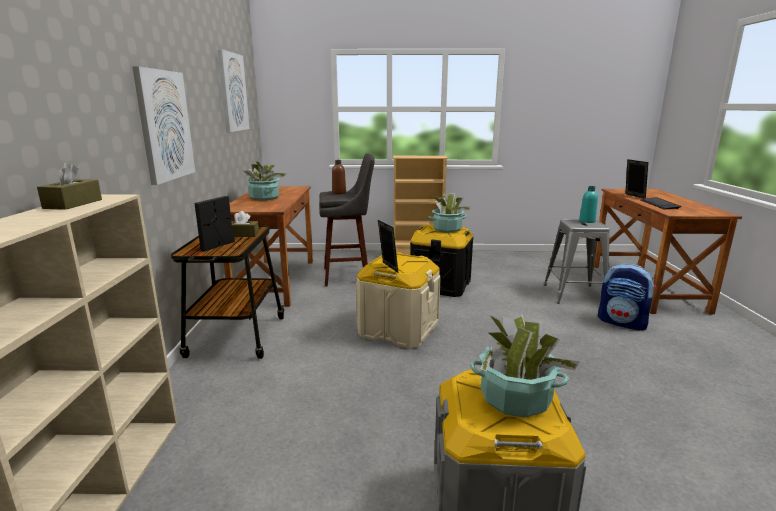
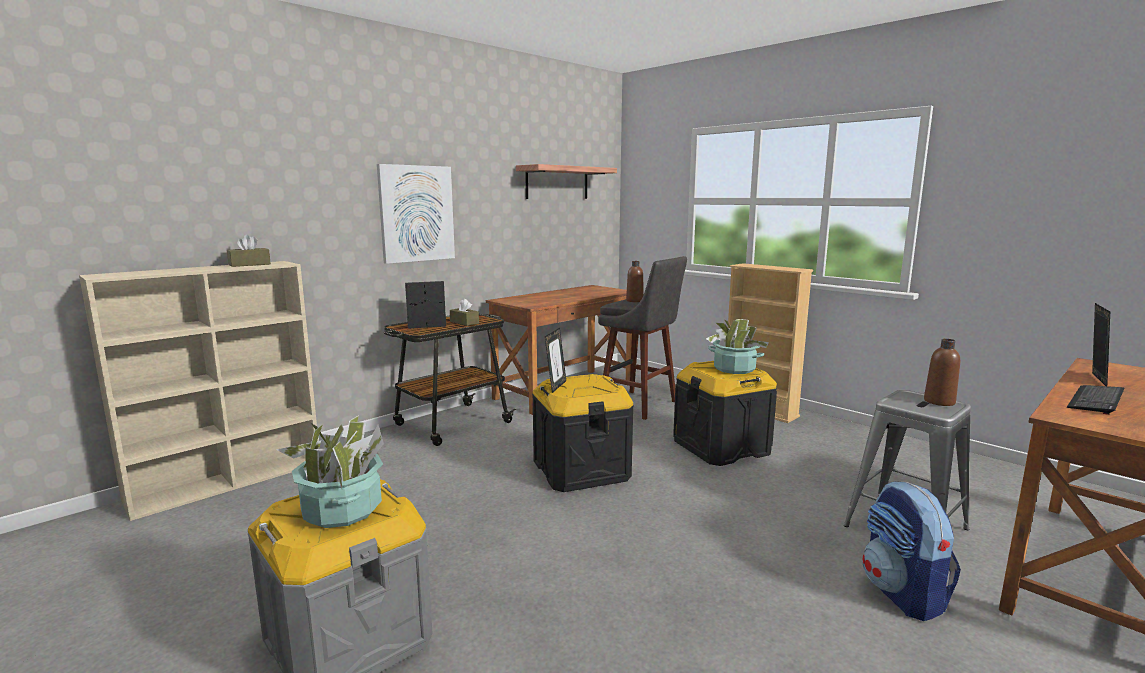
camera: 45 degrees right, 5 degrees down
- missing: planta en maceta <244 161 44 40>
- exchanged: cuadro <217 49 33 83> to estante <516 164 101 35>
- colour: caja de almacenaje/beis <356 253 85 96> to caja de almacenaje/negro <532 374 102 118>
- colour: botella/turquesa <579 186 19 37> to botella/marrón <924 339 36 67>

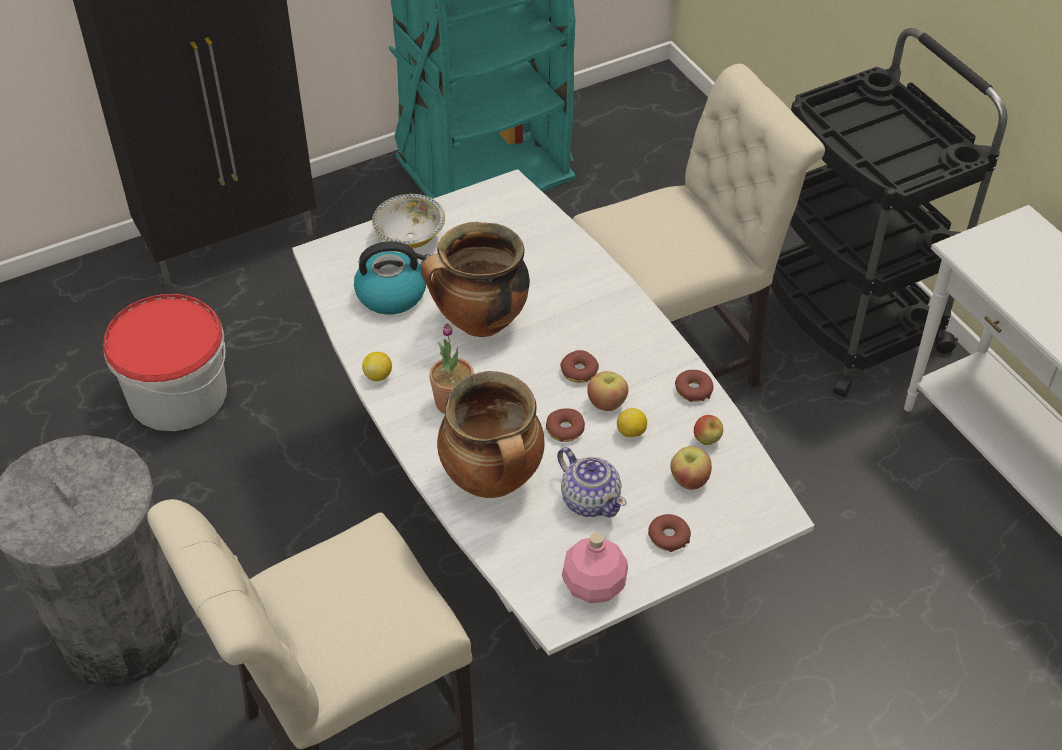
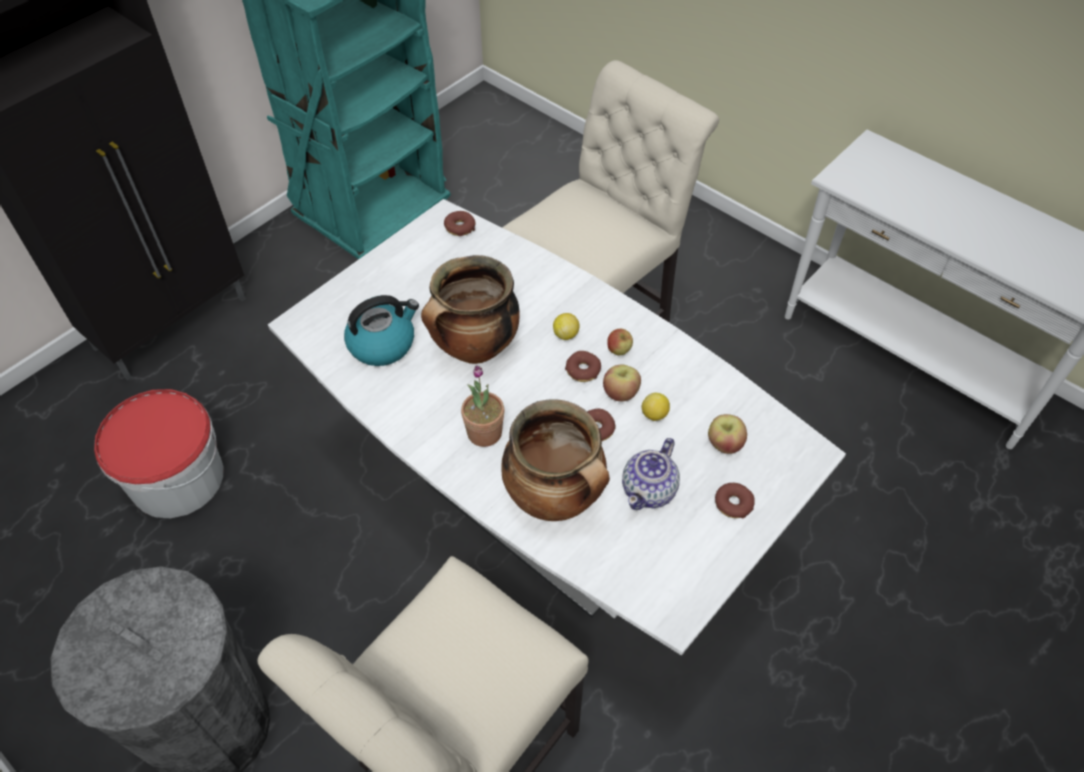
camera: 20 degrees left, 5 degrees up
- missing: cuenco <372 194 73 55>
- missing: botella/rosa <562 532 66 71>
- missing: carrito/negro <749 28 258 369>
- relocated: limón <362 352 30 29> to <553 313 26 27>
- relocated: rosquilla <675 370 38 32> to <444 211 31 25>
- relocated: manzana <694 415 29 30> to <607 329 26 27>
- spun: tetera <557 447 69 70> = <622 438 58 72> 90 degrees clockwise

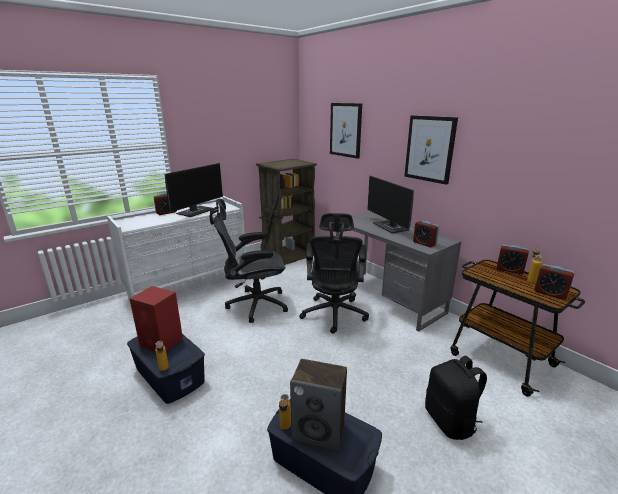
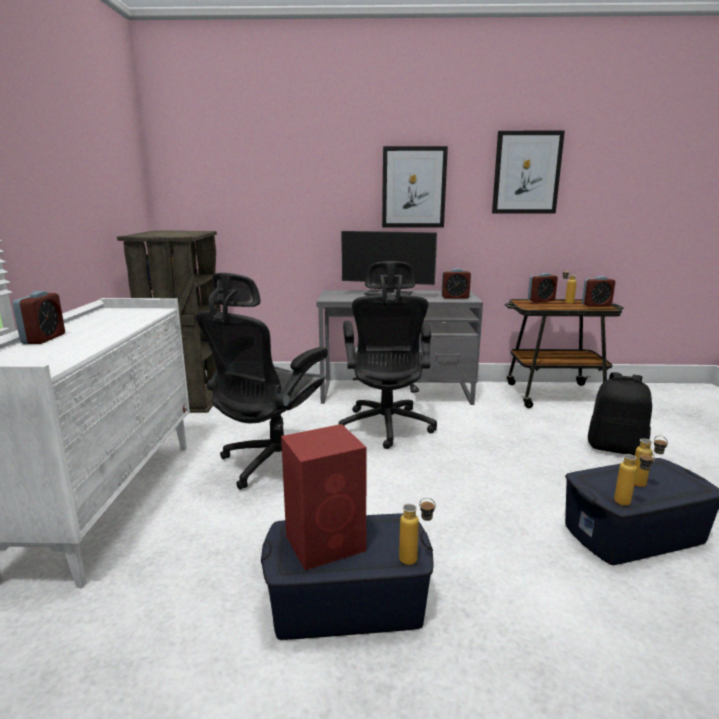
camera: 50 degrees left, 5 degrees down
- missing: monitor <165 163 58 54>
- relocated: cuadro <330 103 32 56> to <492 130 73 84>
- exchanged: altavoz <290 359 57 92> to botella <634 435 34 52>
- spun: silla de oficina <299 213 70 121> = <339 261 98 188> 45 degrees clockwise

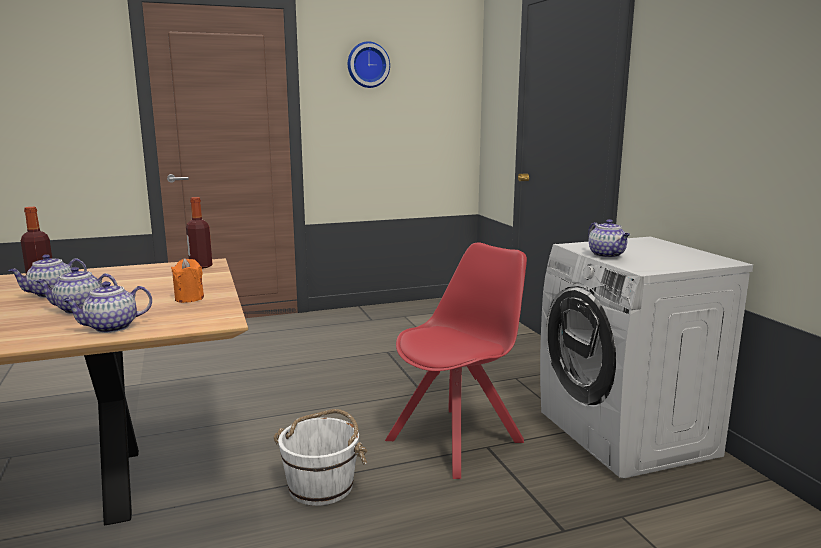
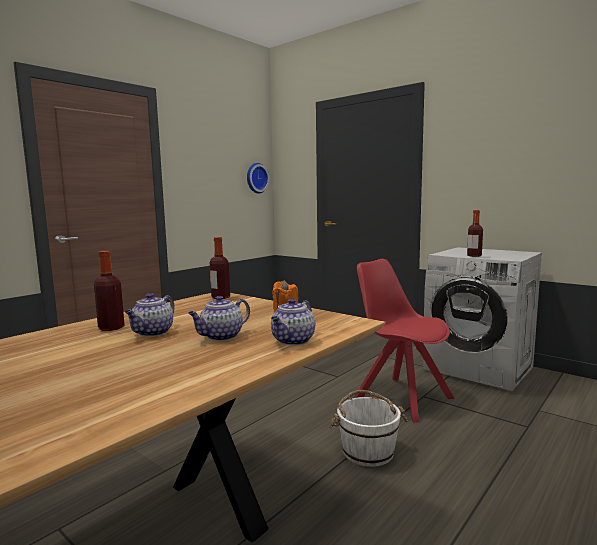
camera: 30 degrees left, 5 degrees down
- relocated: reloj de pared <348 41 42 47> to <247 163 23 30>
- exchanged: tetera <588 219 42 39> to botella <467 210 16 47>
- spun: silla/rojo <385 242 142 237> = <354 259 101 164> 60 degrees counterclockwise

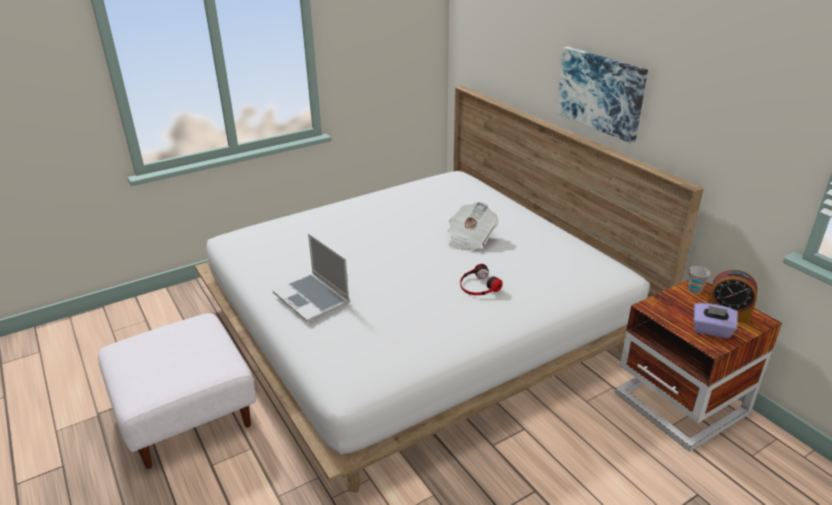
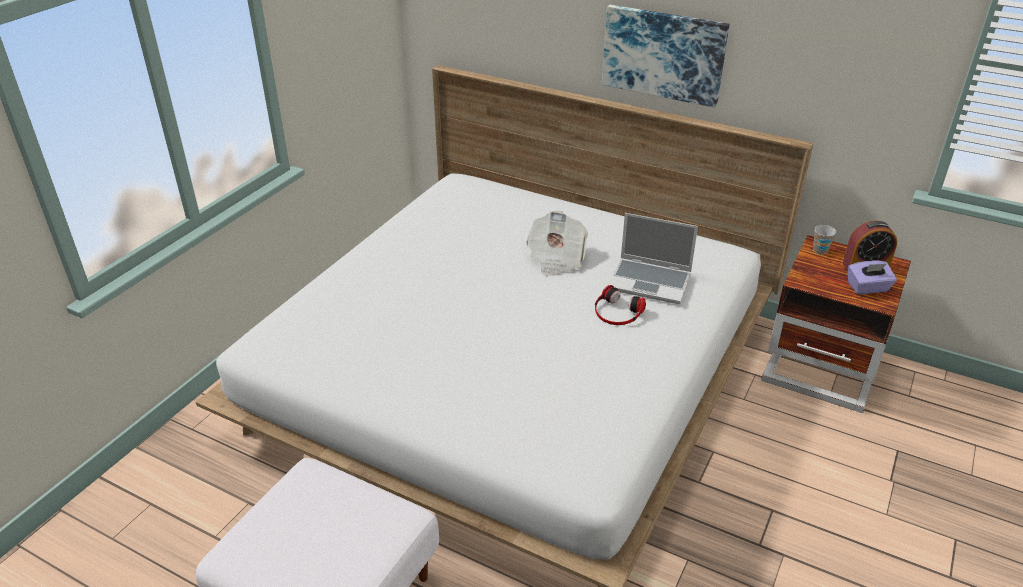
camera: 30 degrees left, 5 degrees up
- relocated: portátil <272 233 78 89> to <608 213 90 91>

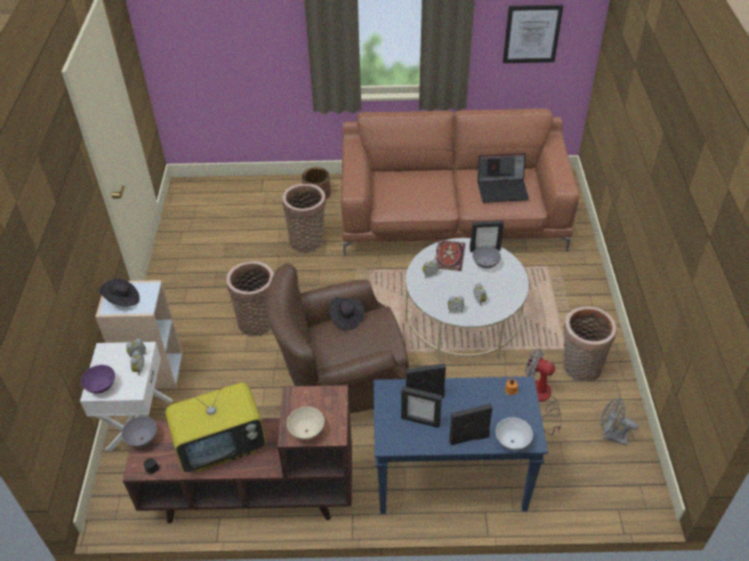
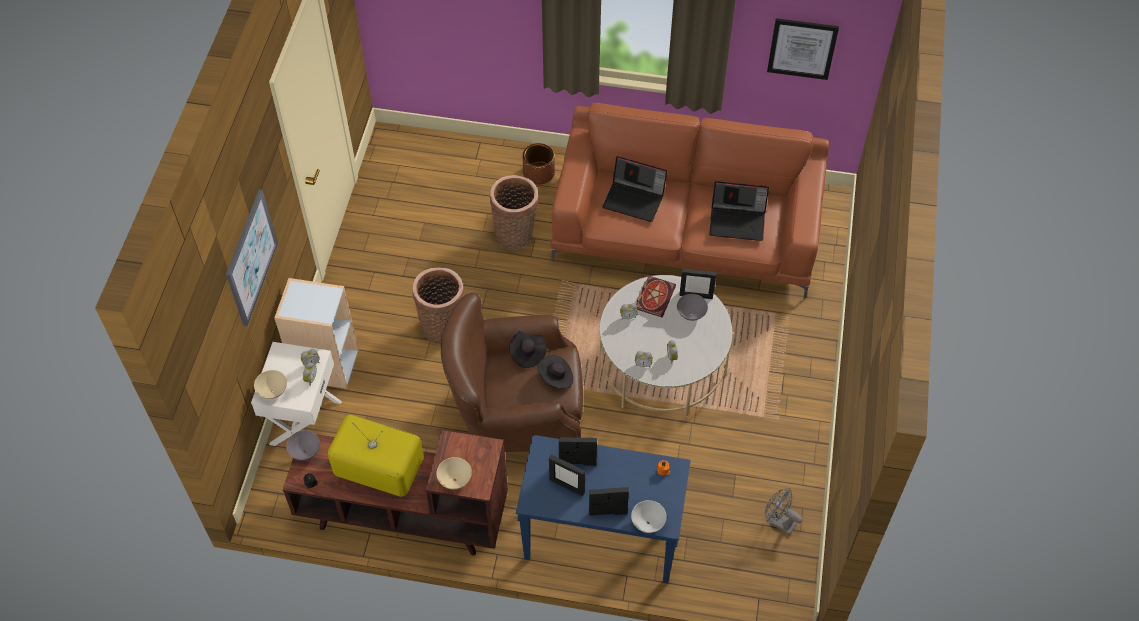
camera: 10 degrees right, 10 degrees up
- missing: ventilador <525 348 37 87>
- missing: cesta <563 306 54 76>
- appeared: cuadro <226 189 52 138>
- appeared: portátil <602 156 65 66>
- relocated: sombrero/negro <100 278 40 29> to <537 355 36 34>
- colour: cuenco/morado <81 365 34 29> to cuenco/beis <254 370 33 29>
- spun: televisor <165 382 101 90> = <328 414 96 83> 150 degrees counterclockwise

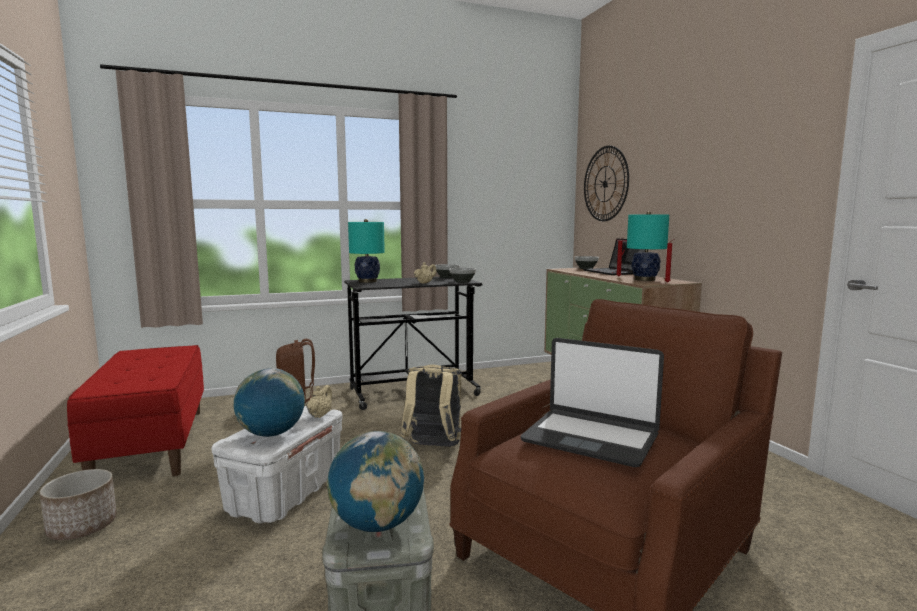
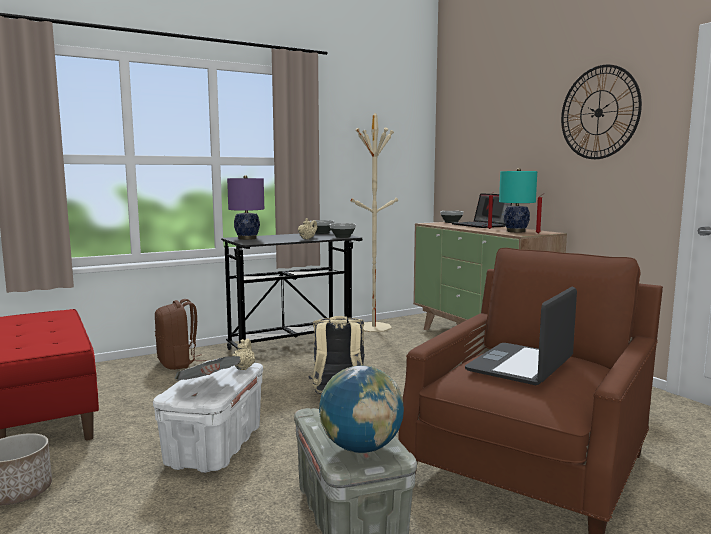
camera: 10 degrees left, 0 degrees up
- appeared: perchero/beis <351 113 47 219>
- relocated: reloj de pared <584 146 45 75> to <561 65 81 94>
- exchanged: globo terráqueo <234 368 71 69> to periódico <175 356 65 25>
- colour: lámpara de mesa/turquesa <348 219 37 64> to lámpara de mesa/morado <227 175 37 65>
- spun: portátil <520 338 144 129> = <465 286 112 99> 105 degrees clockwise

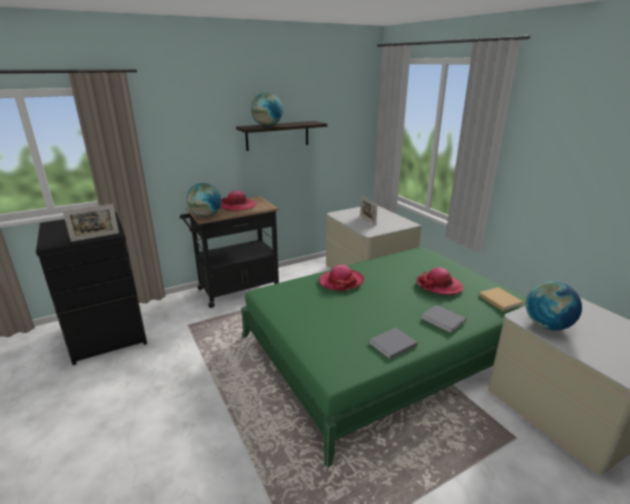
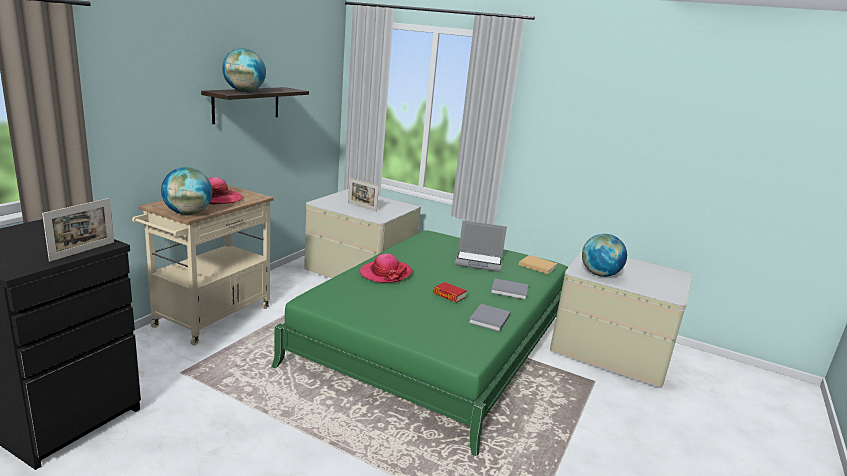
camera: 35 degrees left, 5 degrees down
- appeared: libro <433 282 34 21>
- exchanged: sombrero <416 268 47 27> to portátil <455 220 52 52>
- colour: carrito/negro <180 196 99 112> to carrito/beis <132 185 142 161>

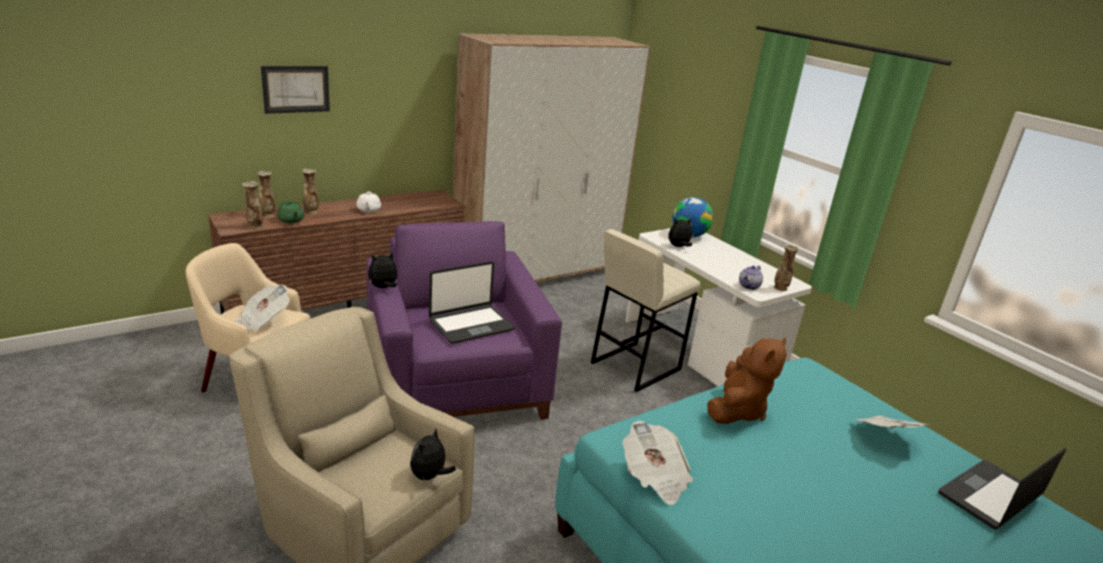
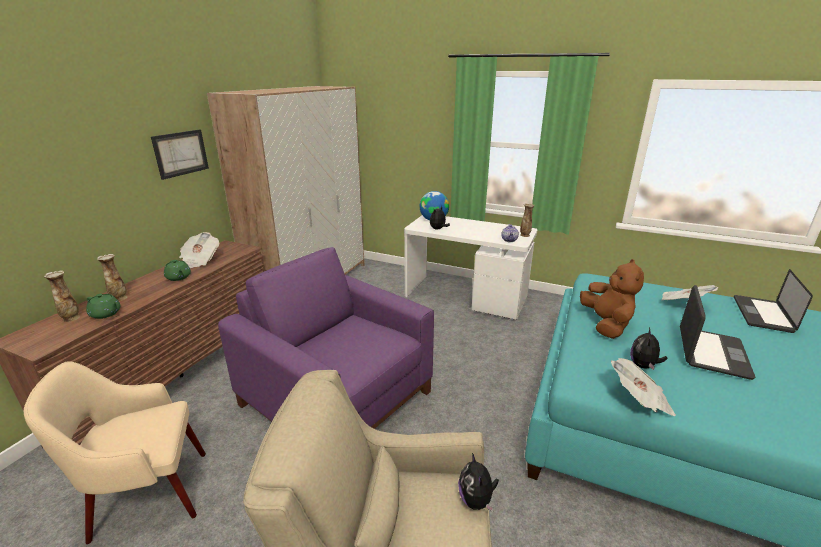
camera: 30 degrees left, 0 degrees up
- missing: florero <242 181 21 49>
- missing: taburete/beis <591 229 109 163>
- relocated: periódico <234 285 56 46> to <179 232 40 36>
- relocated: cuadro <261 66 69 48> to <151 129 58 51>
- relocated: peluche <368 252 29 36> to <630 327 37 43>
- relocated: portátil <429 261 86 83> to <680 285 75 95>
- colour: tetera/blanco <356 192 25 21> to tetera/verde <164 260 27 21>

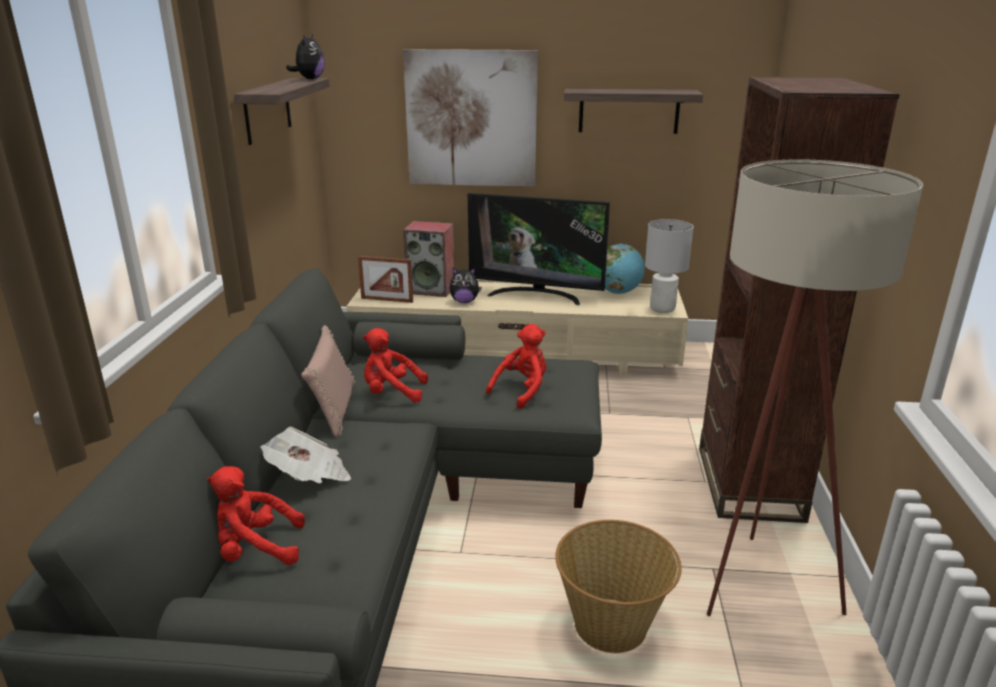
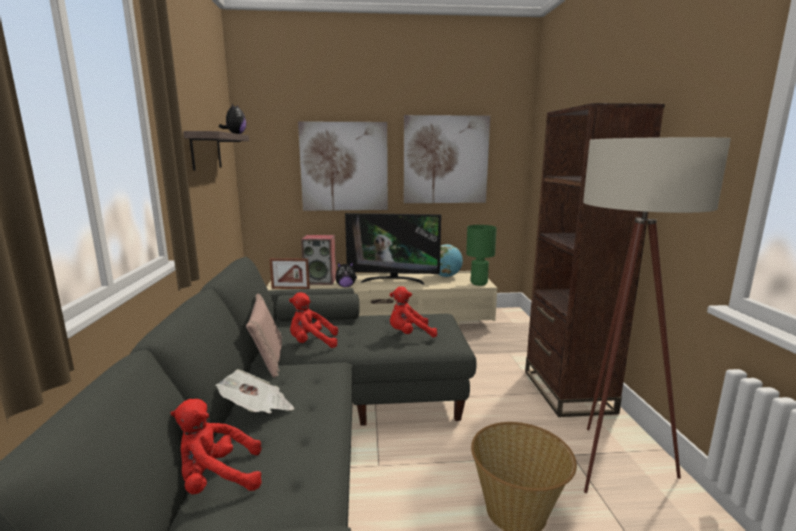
camera: 10 degrees left, 10 degrees down
- exchanged: estante <564 89 139 45> to cuadro <404 115 86 88>
- colour: lámpara de mesa/gris <645 219 49 94> to lámpara de mesa/verde <466 225 31 61>
- spun: peluche/rojo <486 324 60 85> = <390 286 47 52> 135 degrees counterclockwise

